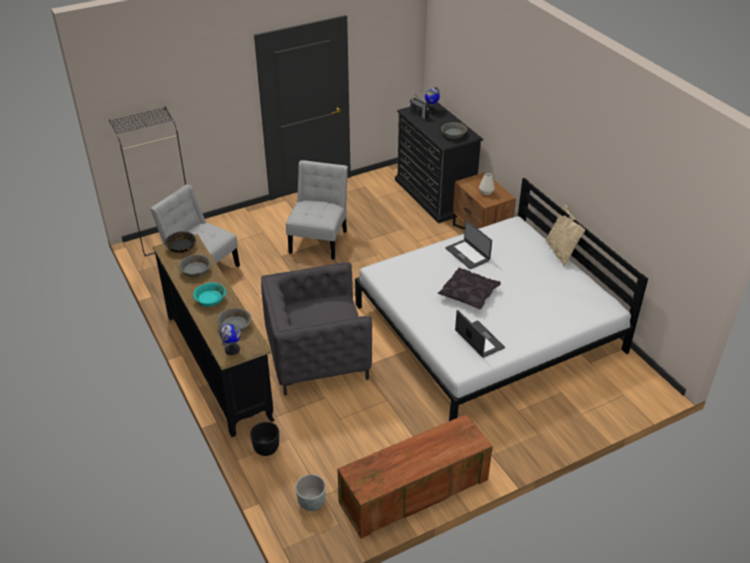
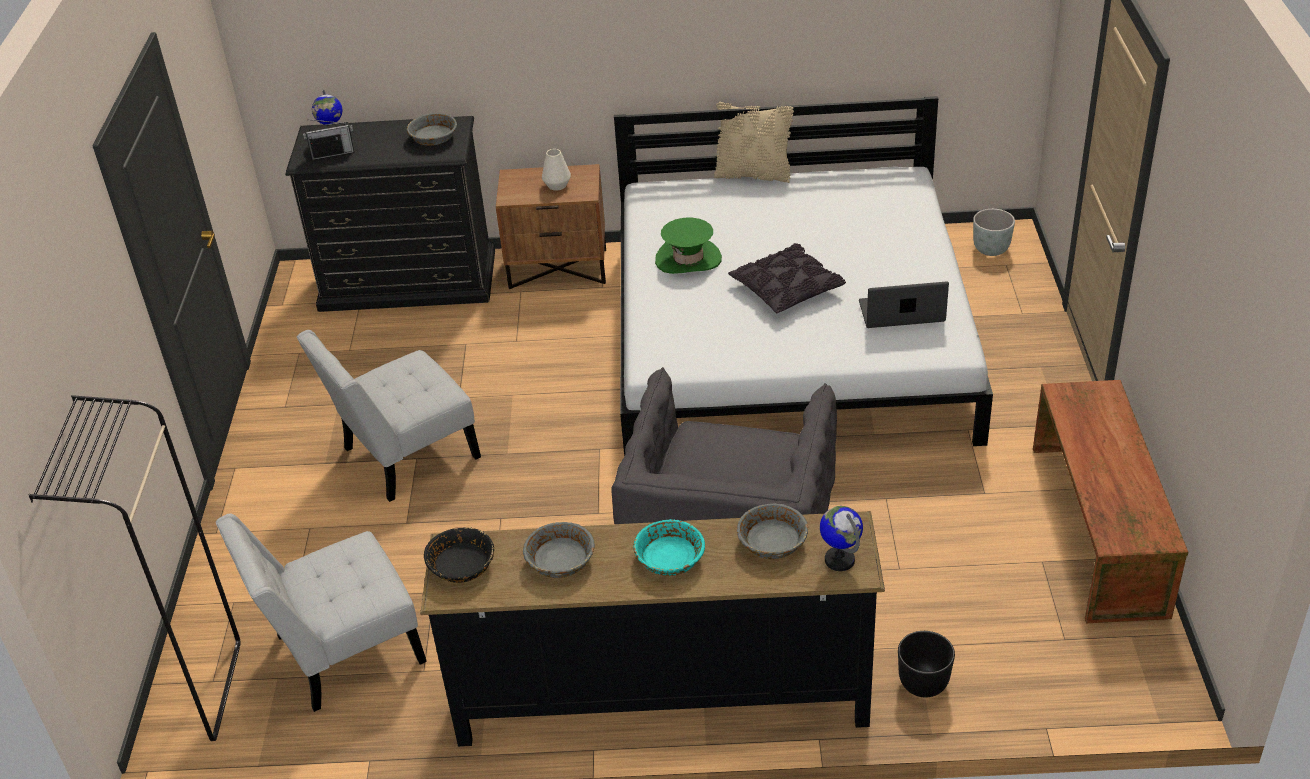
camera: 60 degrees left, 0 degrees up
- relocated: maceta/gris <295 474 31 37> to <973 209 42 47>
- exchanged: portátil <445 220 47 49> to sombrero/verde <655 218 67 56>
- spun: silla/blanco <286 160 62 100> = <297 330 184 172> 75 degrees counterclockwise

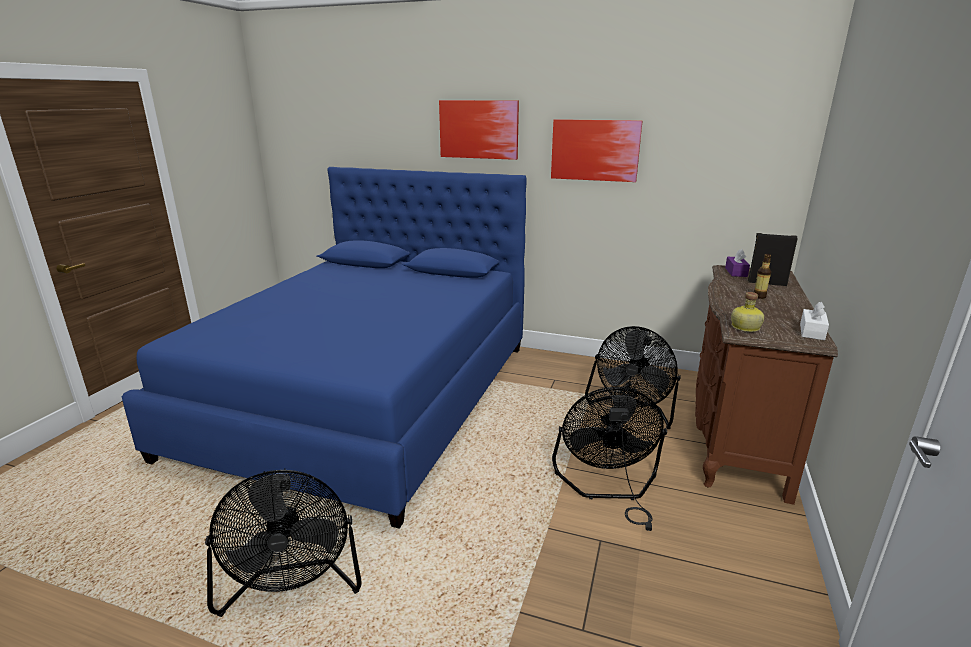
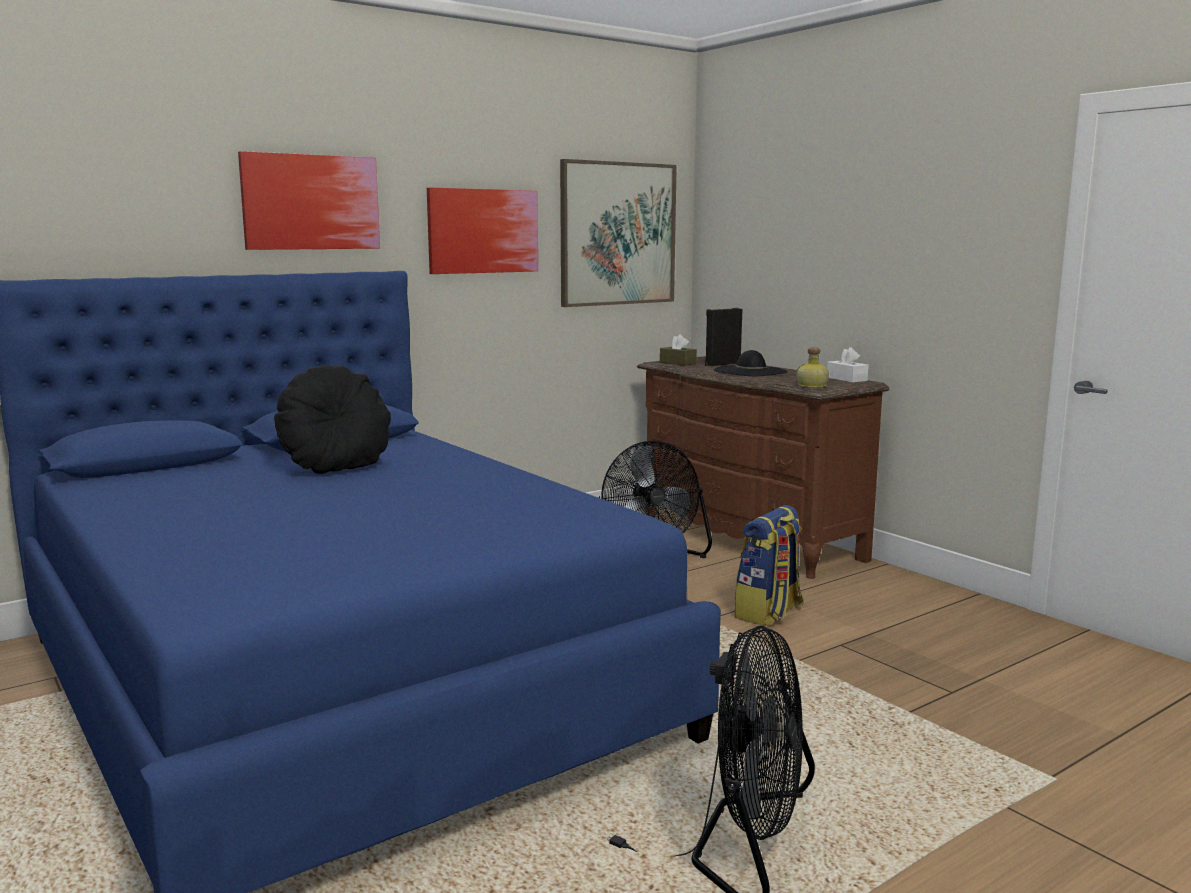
camera: 55 degrees left, 10 degrees down
- appeared: cojín/negro <274 365 117 109>
- appeared: cuadro <560 159 117 148>
- exchanged: ventilador/negro <552 387 115 144> to mochila <735 505 68 121>
- exchanged: botella <754 254 17 45> to sombrero/negro <714 350 74 26>
- colour: caja de pañuelos/morado <725 249 25 28> to caja de pañuelos/marrón <660 334 37 32>

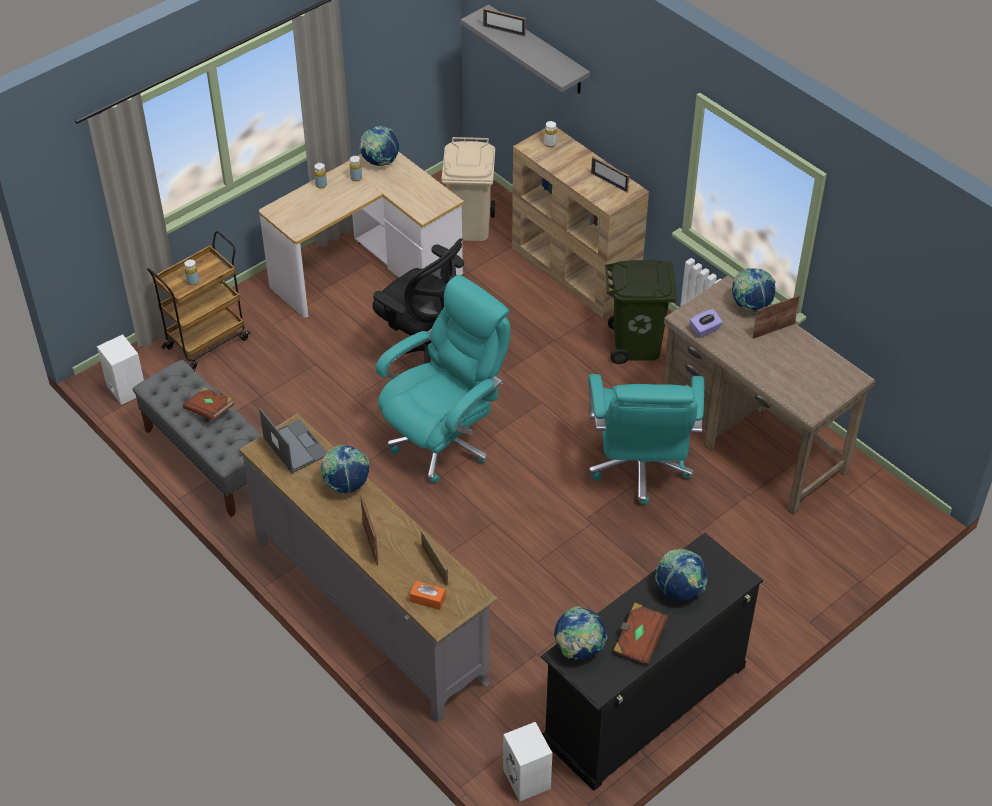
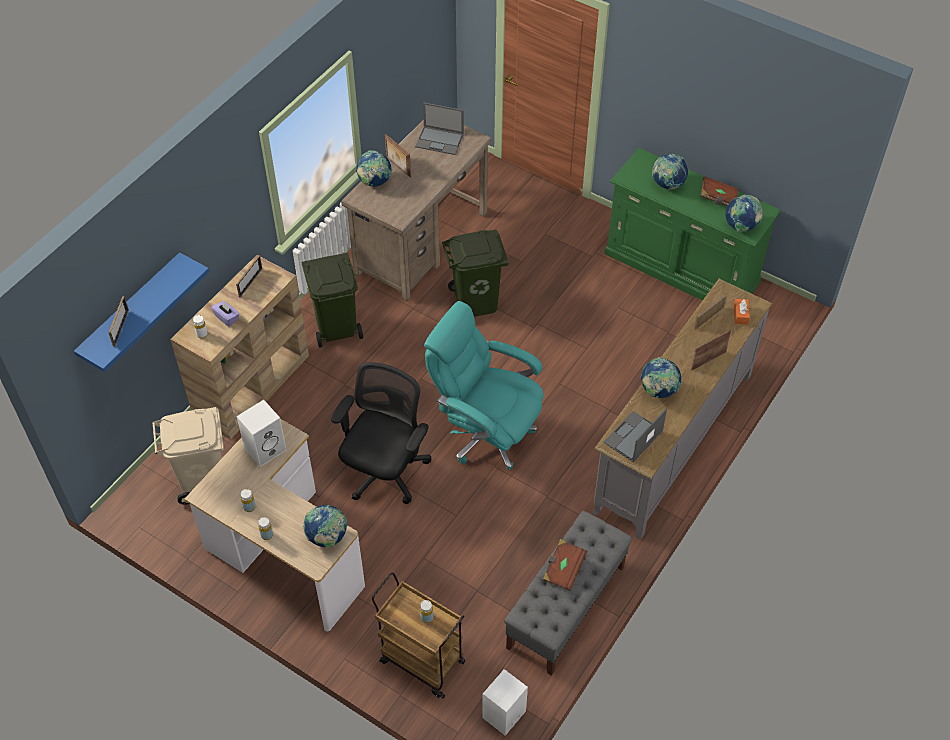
camera: 105 degrees left, 5 degrees up
- appeared: portátil <415 102 49 53>
- relocated: globo terráqueo <359 126 40 40> to <303 505 45 43>
- relocated: altavoz/blanco <503 722 49 79> to <237 400 50 67>
- relocated: caja de pañuelos/morado <690 309 33 29> to <211 301 29 26>
- exchanged: silla de oficina/turquesa <588 374 116 131> to papelera/verde <442 229 67 88>
- colour: estante/gris <461 5 129 89> to estante/azul <74 252 135 120>
- colour: armario/negro <541 533 222 258> to armario/verde <604 148 176 153>

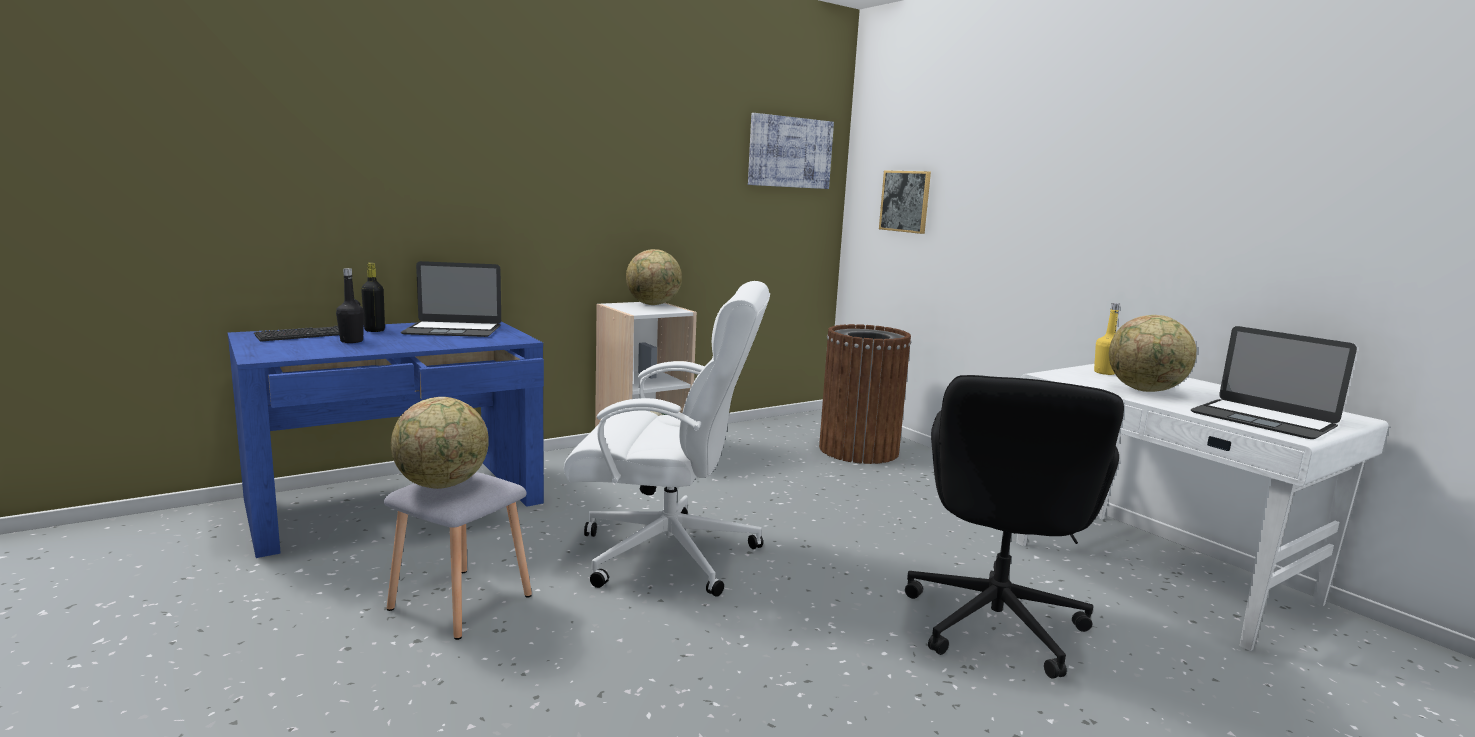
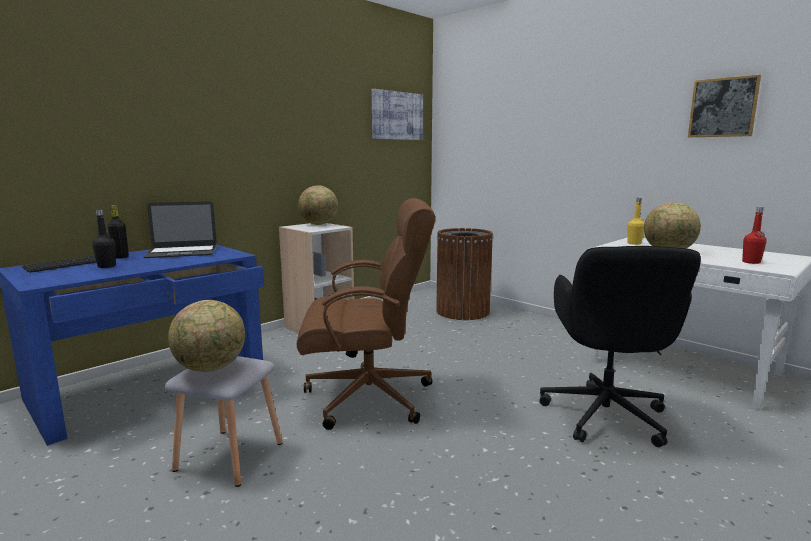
camera: 10 degrees left, 0 degrees up
- relocated: cuadro <879 170 52 64> to <688 75 73 62>
- exchanged: portátil <1191 326 166 113> to botella/rojo <742 207 25 57>
- colour: silla de oficina/blanco <564 281 206 316> to silla de oficina/marrón <297 198 139 232>

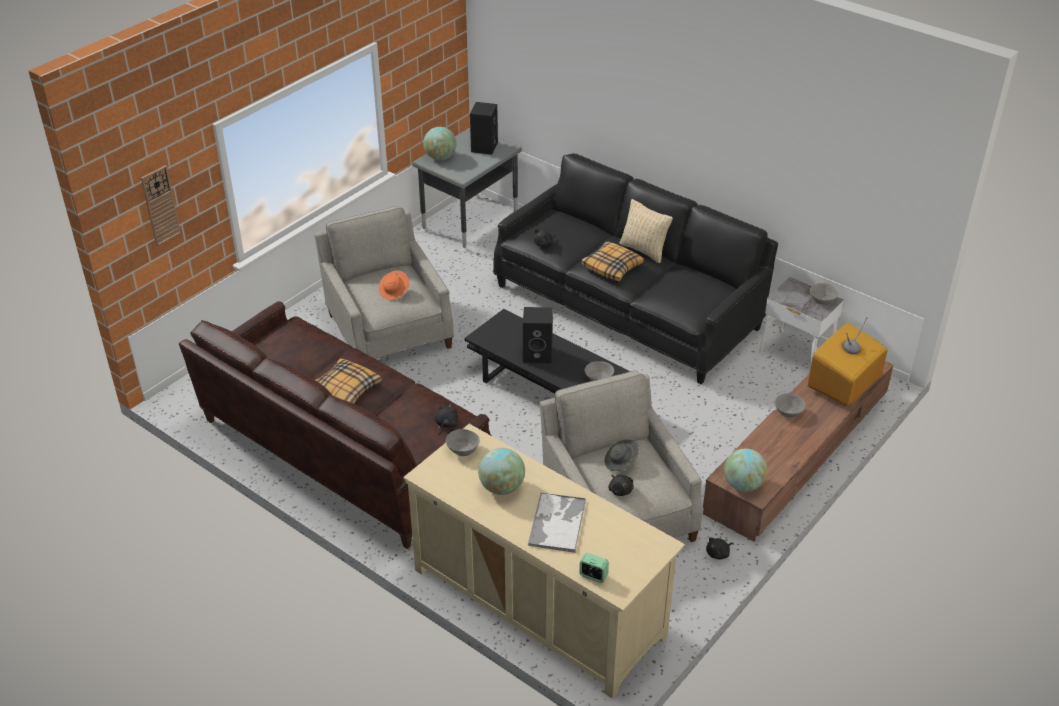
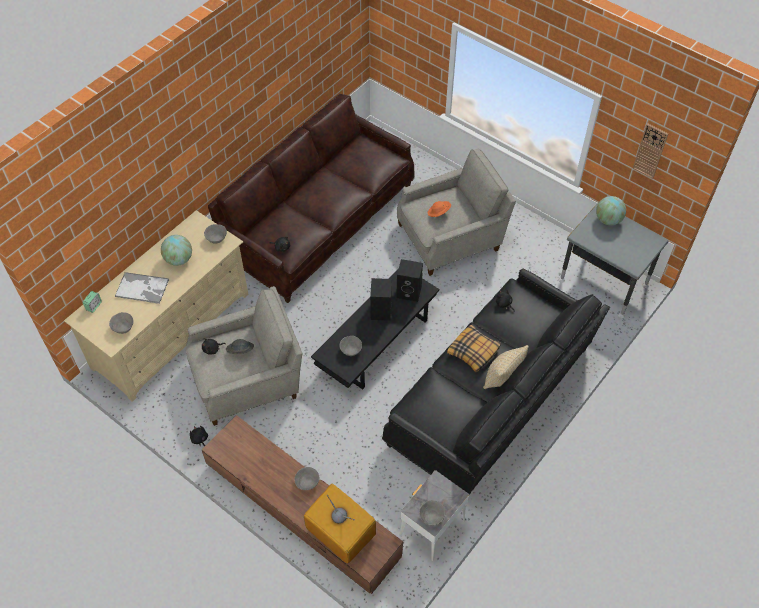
camera: 90 degrees right, 15 degrees up
- missing: cojín <316 359 66 45>
- missing: globo terráqueo <724 449 43 43>
- appeared: cuenco/gris <109 312 25 22>
- relocated: reloj de pared <141 165 40 81> to <633 123 35 56>
- relocated: altavoz/negro <470 102 28 53> to <396 259 27 43>

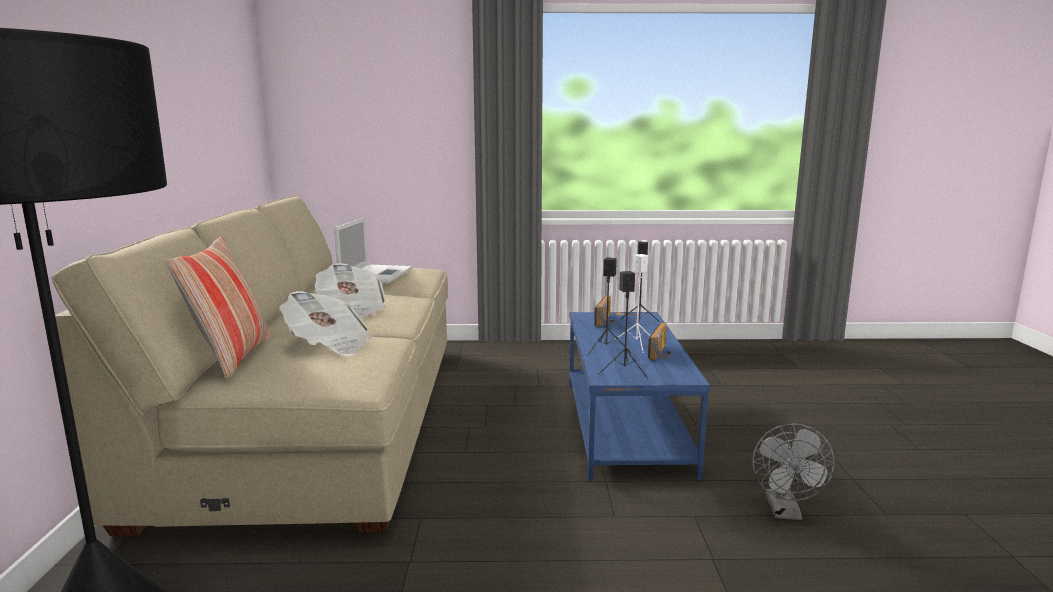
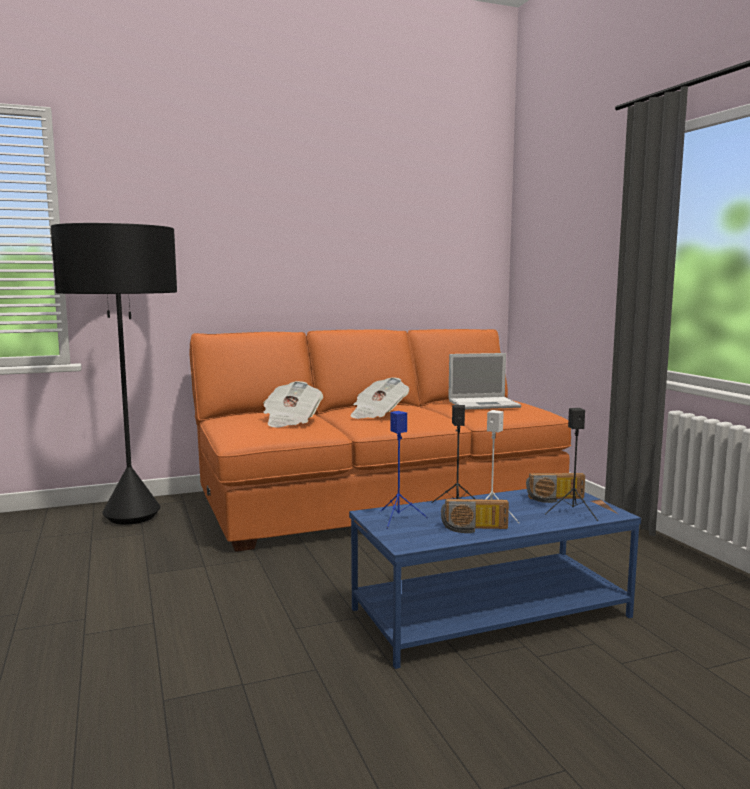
camera: 70 degrees right, 5 degrees down
- missing: cojín <167 237 104 142>
- missing: ventilador/gris <752 423 83 97>
- colour: sofá/beis <51 195 397 342> to sofá/naranja <190 329 381 223>
- colour: altavoz/negro <598 271 50 108> to altavoz/azul <381 411 47 118>

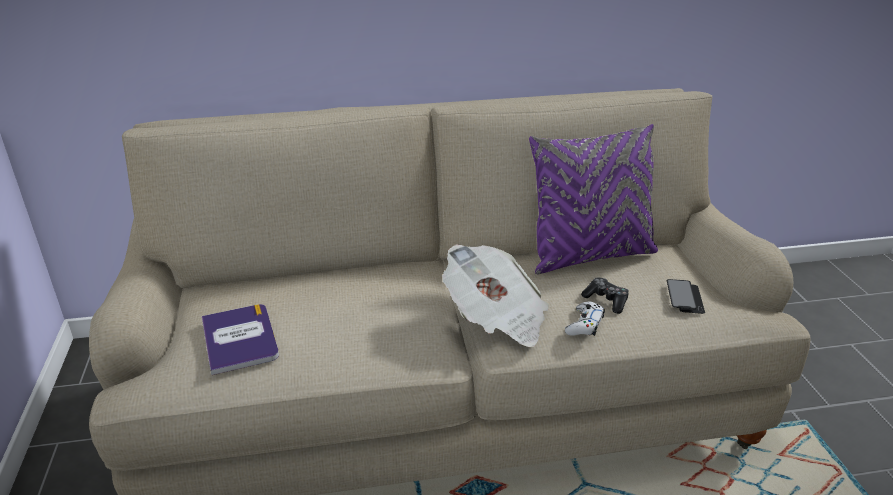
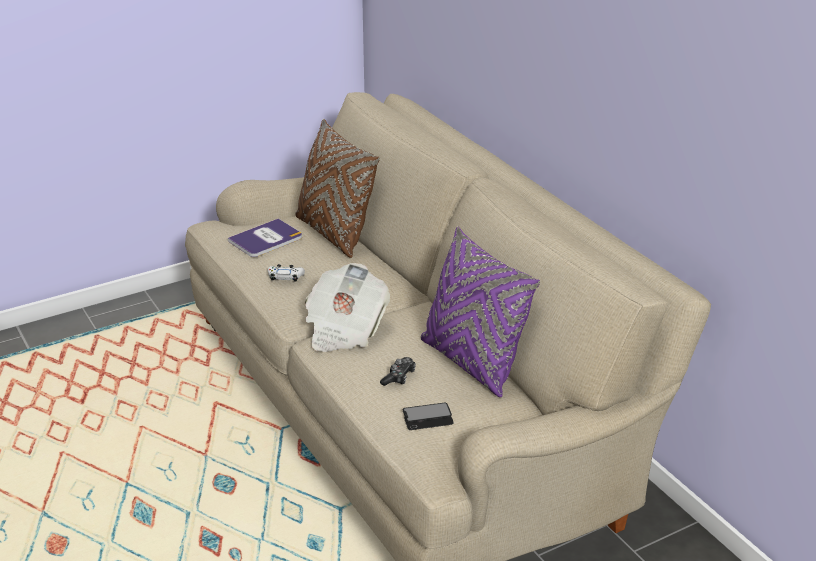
camera: 70 degrees right, 0 degrees up
- appeared: cojín/marrón <295 119 85 139>
- relocated: mando de consola/blanco <565 301 40 35> to <268 264 37 18>

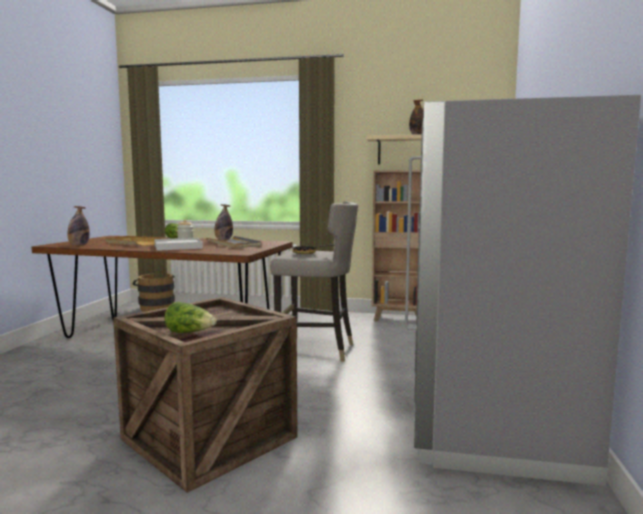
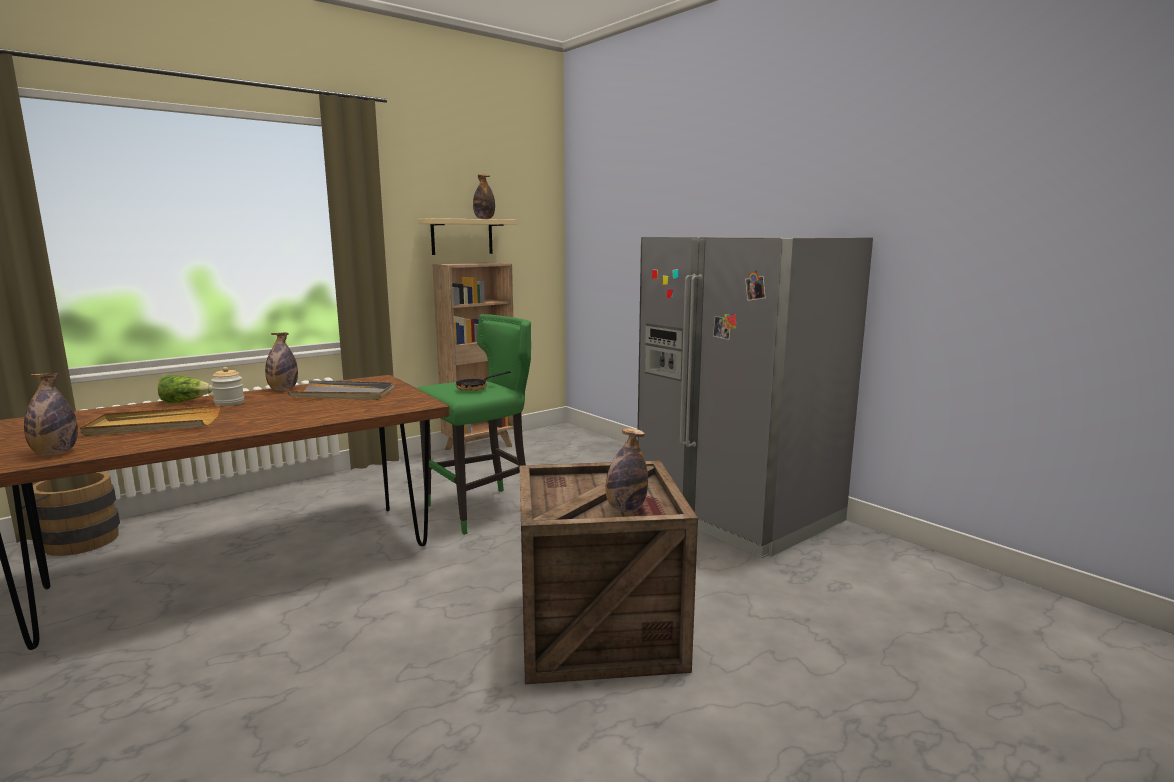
camera: 50 degrees left, 5 degrees up
- missing: bandeja/blanco <154 238 49 13>
- exchanged: lechuga <165 302 52 31> to botella <606 428 42 84>
- colour: taburete/gris <270 201 88 161> to taburete/verde <417 314 114 221>

